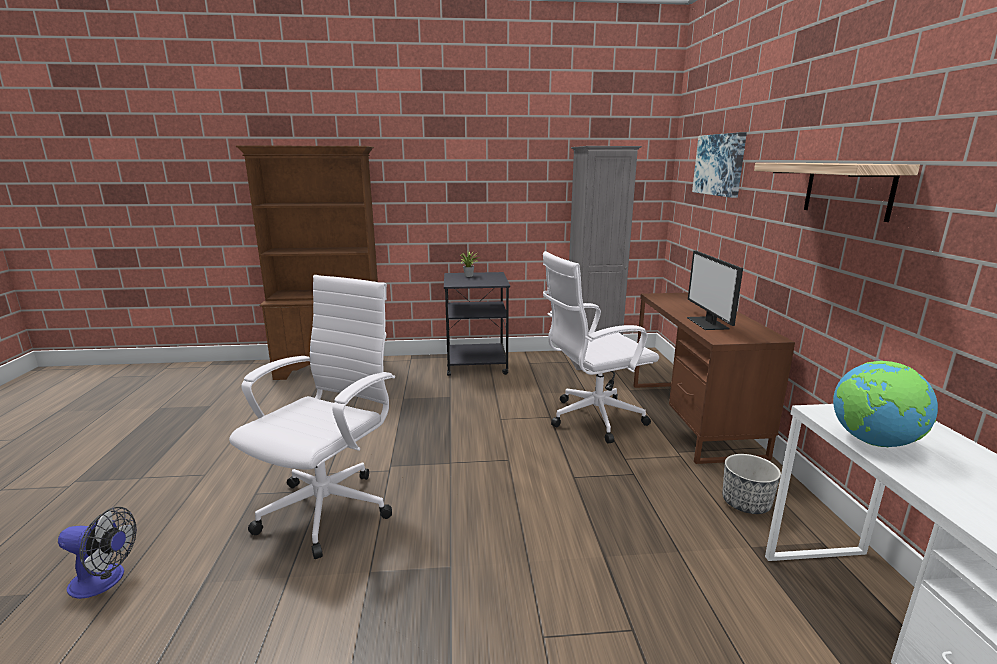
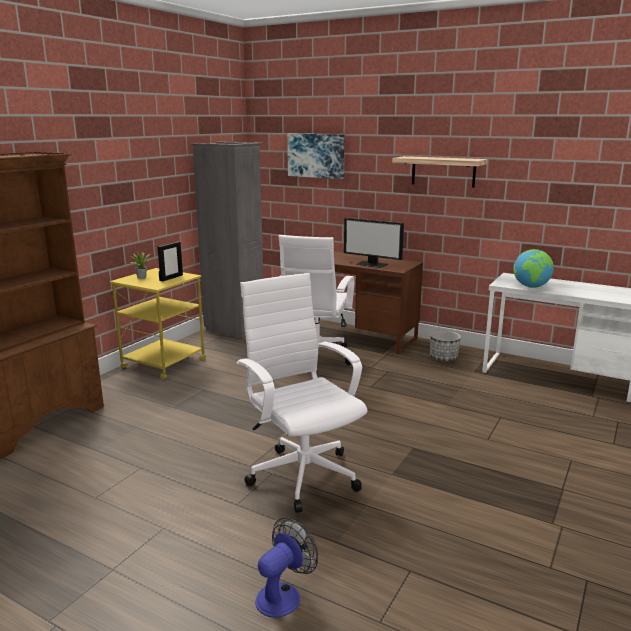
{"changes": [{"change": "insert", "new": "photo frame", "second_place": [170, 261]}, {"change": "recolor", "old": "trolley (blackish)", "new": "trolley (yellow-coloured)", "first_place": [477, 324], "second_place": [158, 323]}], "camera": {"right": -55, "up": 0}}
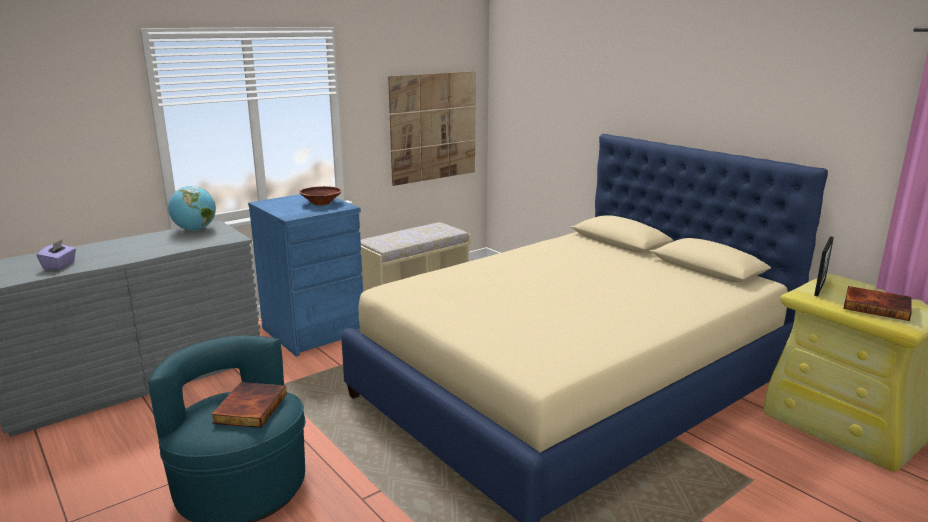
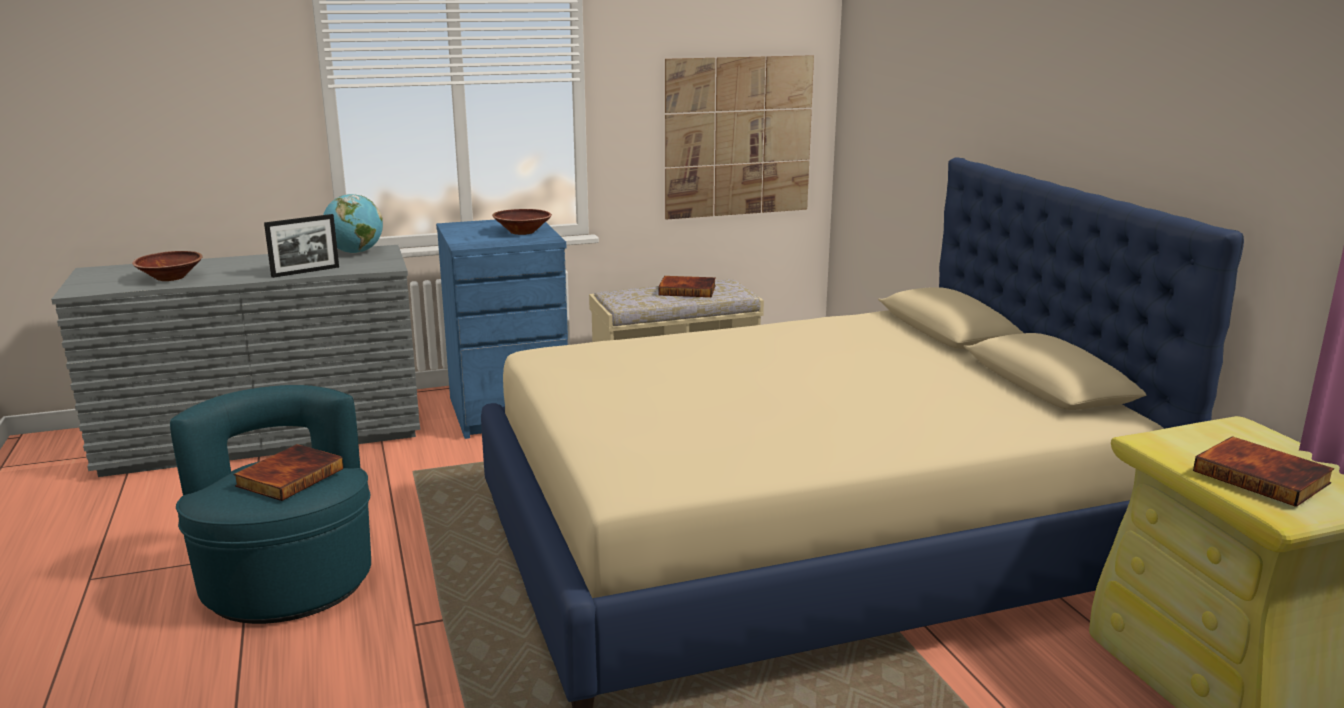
{"changes": [{"change": "insert", "new": "volume", "second_place": [687, 286]}, {"change": "move", "old": "photo frame", "first_place": [824, 266], "second_place": [301, 246]}, {"change": "replace", "old": "tissue box (purplish)", "new": "serving bowl (brownish)", "first_place": [56, 254], "second_place": [167, 266]}], "camera": {"right": 20, "up": 0}}
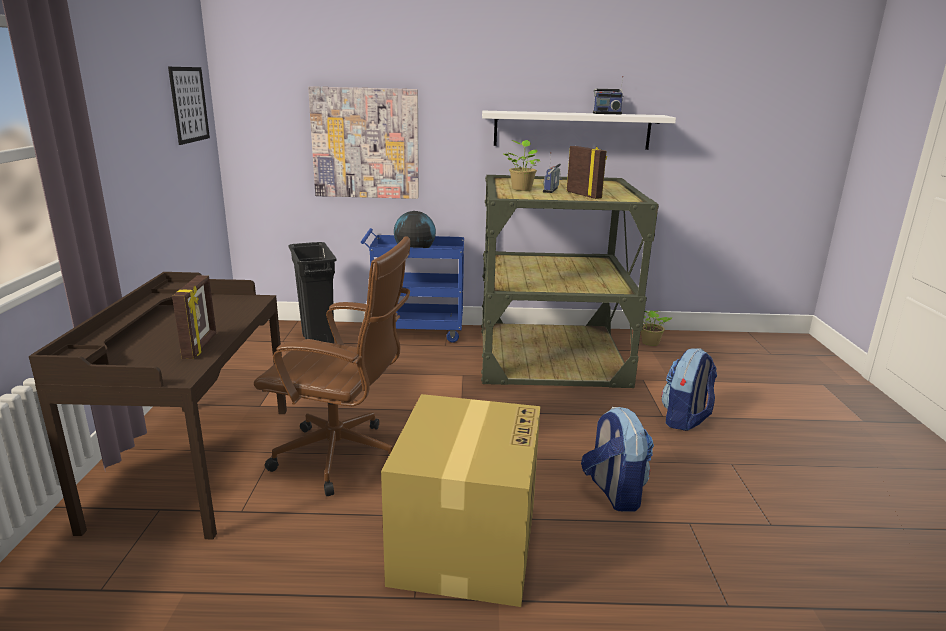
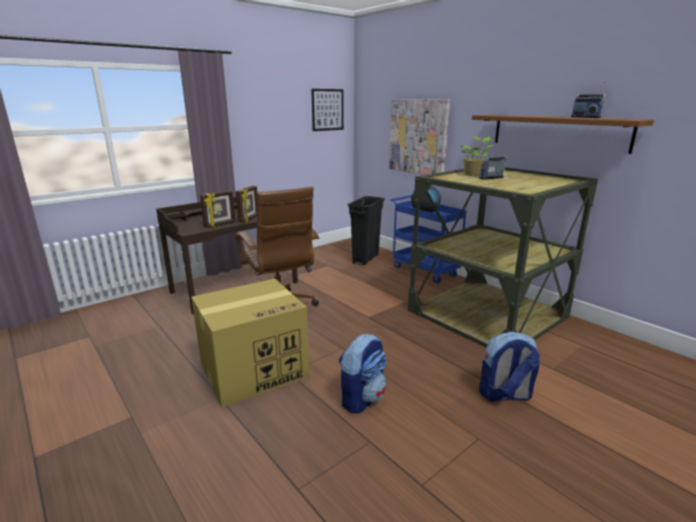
{"changes": [{"change": "delete", "old": "plant in a pot", "first_place": [656, 328]}, {"change": "move", "old": "photo frame", "first_place": [587, 172], "second_place": [246, 204]}, {"change": "recolor", "old": "wall shelf (whitish)", "new": "wall shelf (brownish)", "first_place": [579, 130], "second_place": [563, 134]}], "camera": {"right": 50, "up": 0}}
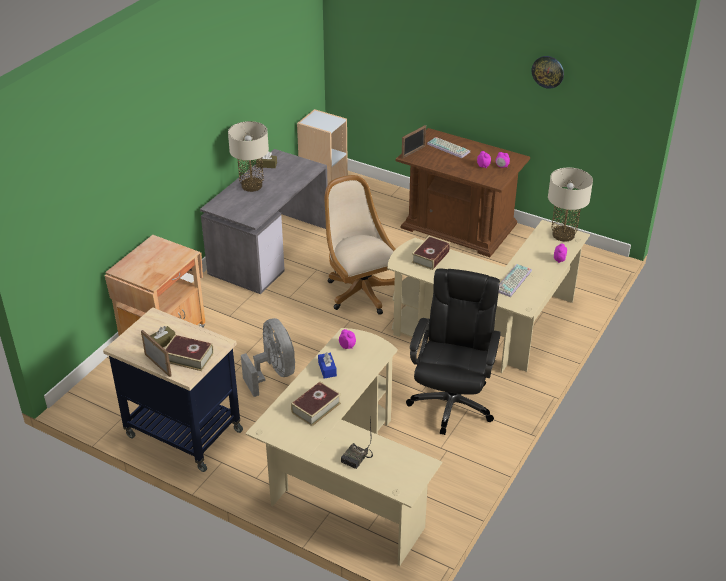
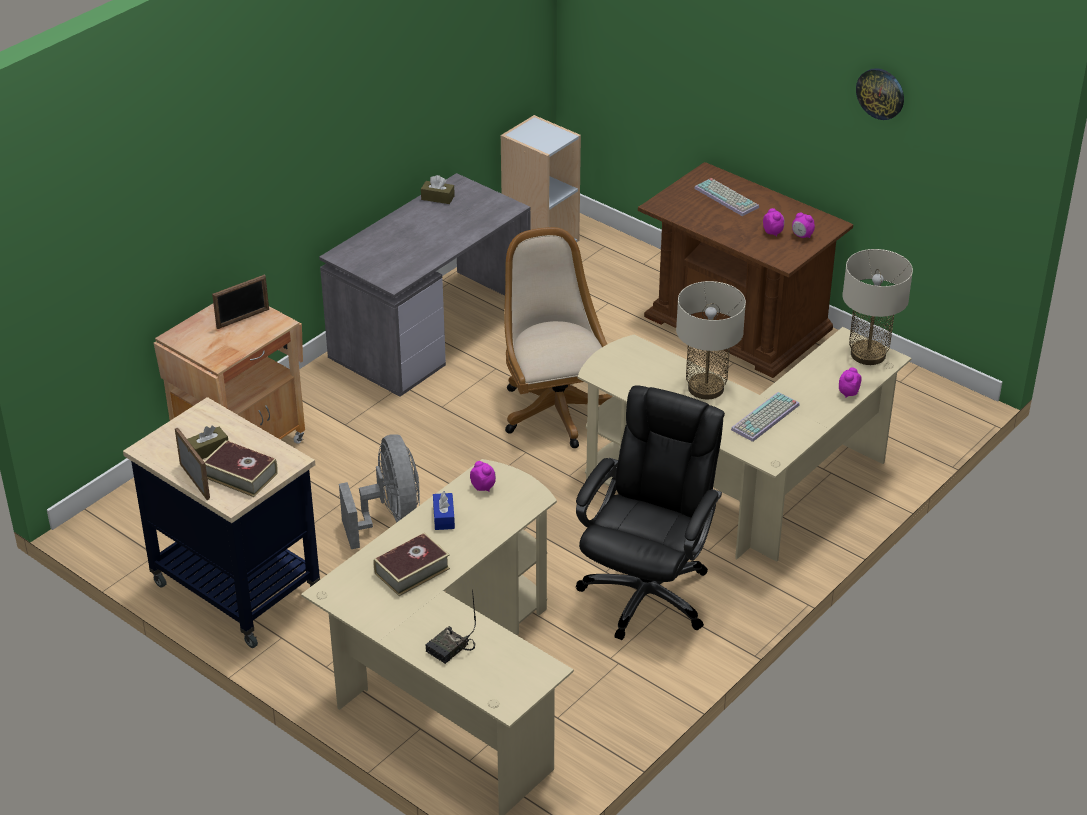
{"changes": [{"change": "delete", "old": "volume", "first_place": [431, 253]}, {"change": "move", "old": "lamp for a table", "first_place": [248, 156], "second_place": [711, 340]}, {"change": "move", "old": "photo frame", "first_place": [414, 142], "second_place": [240, 302]}], "camera": {"right": 10, "up": 0}}
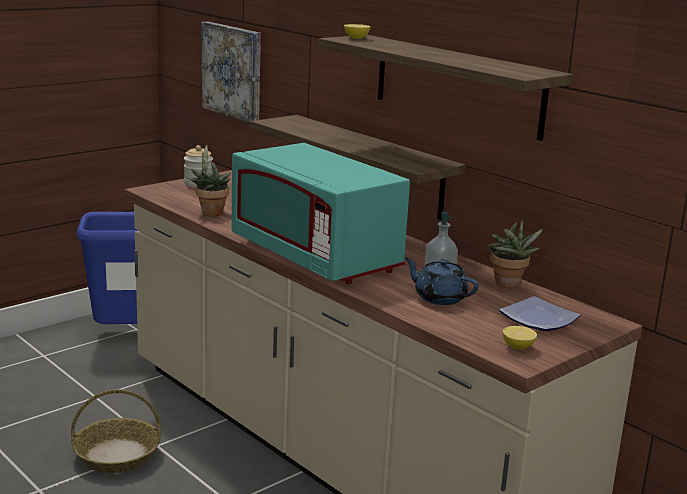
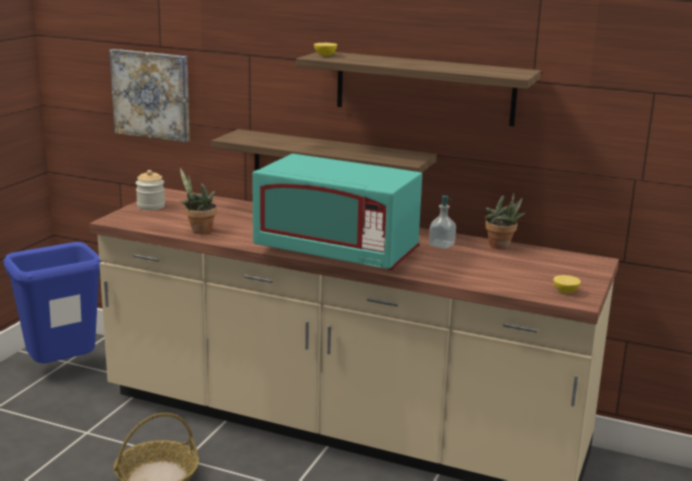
{"changes": [{"change": "delete", "old": "teapot (blue-coloured)", "first_place": [441, 281]}, {"change": "delete", "old": "plate", "first_place": [539, 313]}], "camera": {"right": -25, "up": 0}}
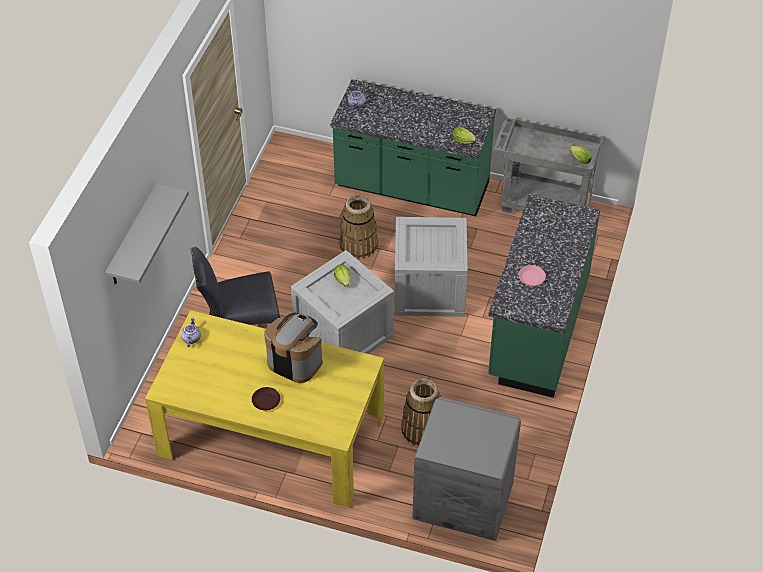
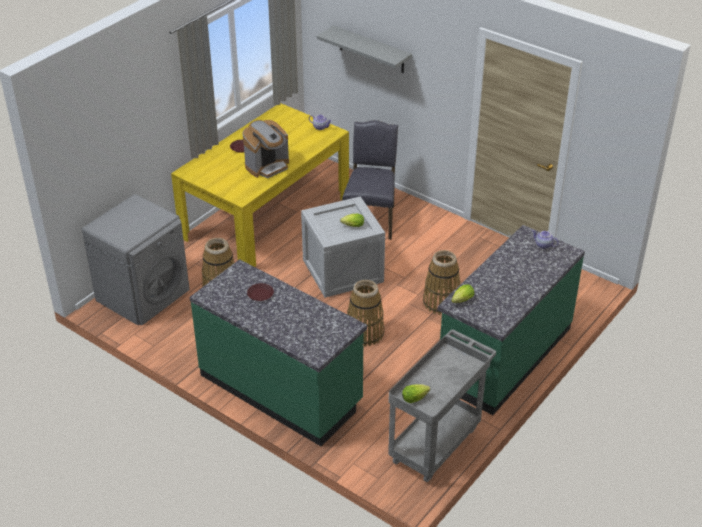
{"changes": [{"change": "replace", "old": "crate", "new": "household basket", "first_place": [431, 267], "second_place": [366, 313]}, {"change": "recolor", "old": "plate (pink-coloured)", "new": "plate (brownish)", "first_place": [532, 275], "second_place": [260, 292]}], "camera": {"right": 110, "up": -10}}
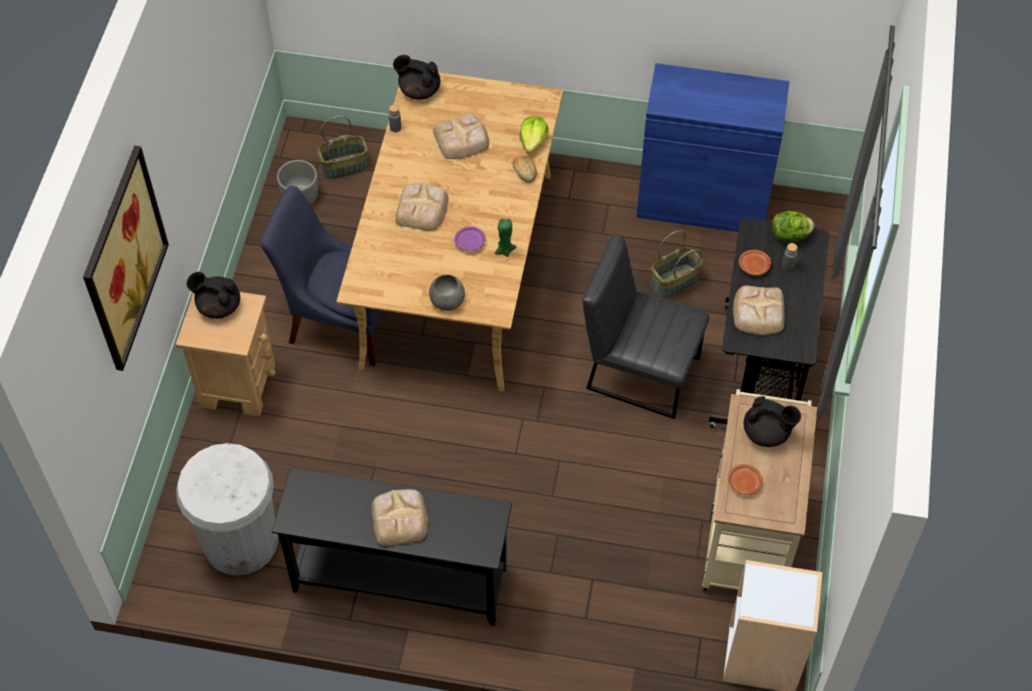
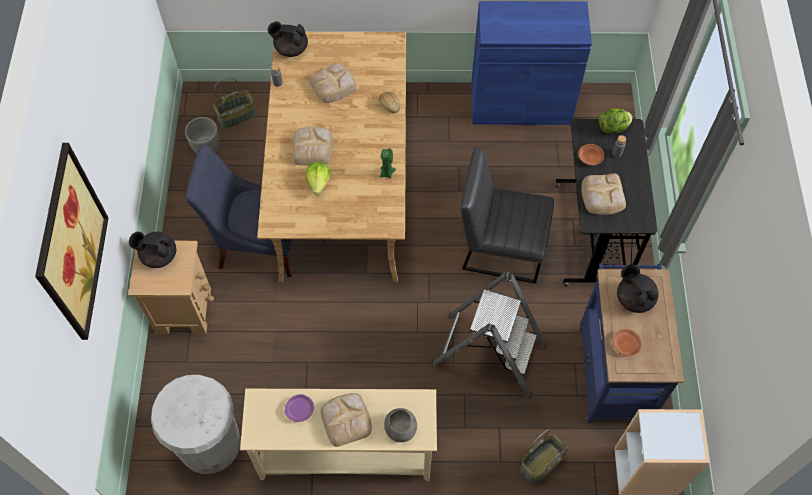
{"changes": [{"change": "insert", "new": "stepladder (grey)", "second_place": [489, 334]}, {"change": "move", "old": "serving bowl (grey)", "first_place": [447, 293], "second_place": [400, 425]}, {"change": "move", "old": "plate (purplish)", "first_place": [470, 238], "second_place": [299, 408]}, {"change": "move", "old": "lettuce", "first_place": [534, 134], "second_place": [318, 178]}, {"change": "move", "old": "household basket", "first_place": [677, 264], "second_place": [544, 456]}, {"change": "recolor", "old": "console table (blackish)", "new": "console table (sand-coloured)", "first_place": [392, 546], "second_place": [338, 435]}, {"change": "recolor", "old": "trolley (sand-coloured)", "new": "trolley (blue-coloured)", "first_place": [759, 490], "second_place": [631, 343]}, {"change": "rotate", "old": "teapot (blackish)", "first_place": [772, 421], "second_place": [638, 289], "degrees": -135}], "camera": {"right": -10, "up": 5}}
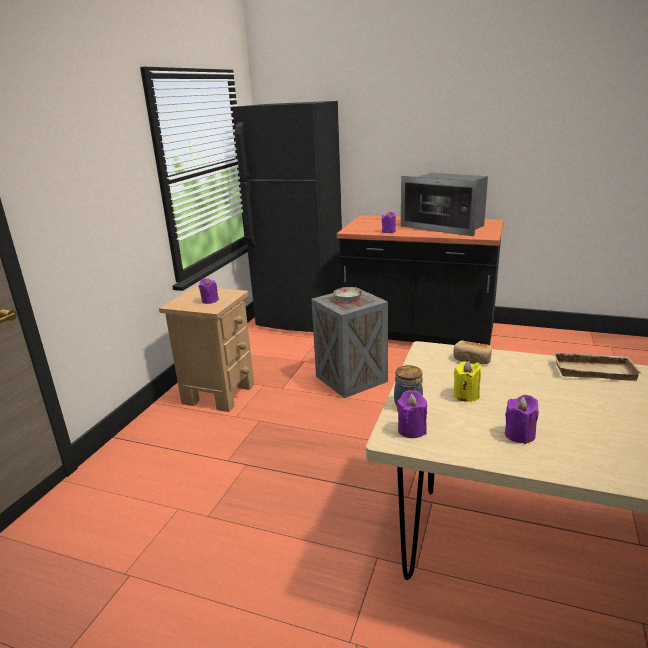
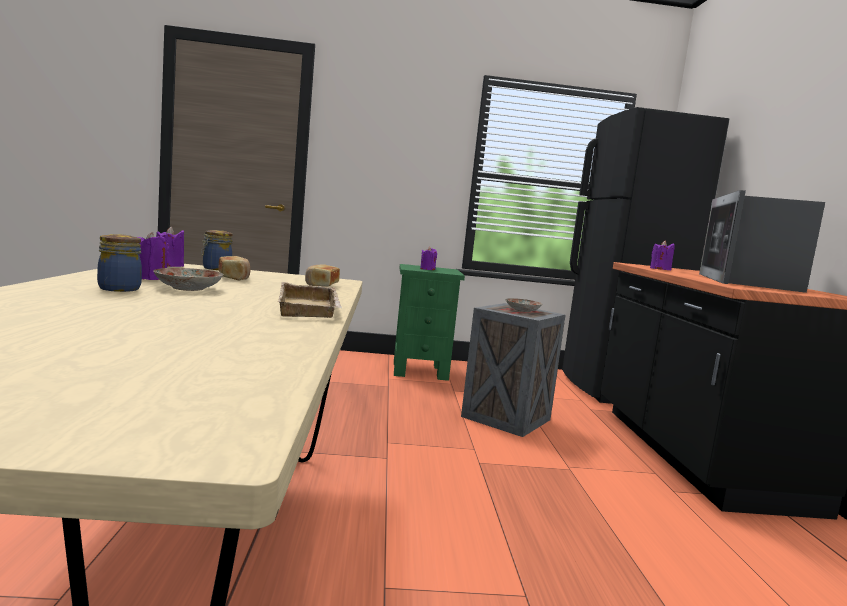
{"changes": [{"change": "insert", "new": "storage jar", "second_place": [119, 263]}, {"change": "insert", "new": "plate", "second_place": [188, 279]}, {"change": "replace", "old": "candle (yellow-coloured)", "new": "baked bread", "first_place": [467, 381], "second_place": [234, 268]}, {"change": "recolor", "old": "bedside table (sand-coloured)", "new": "bedside table (greenish)", "first_place": [206, 349], "second_place": [429, 322]}], "camera": {"right": 65, "up": -15}}
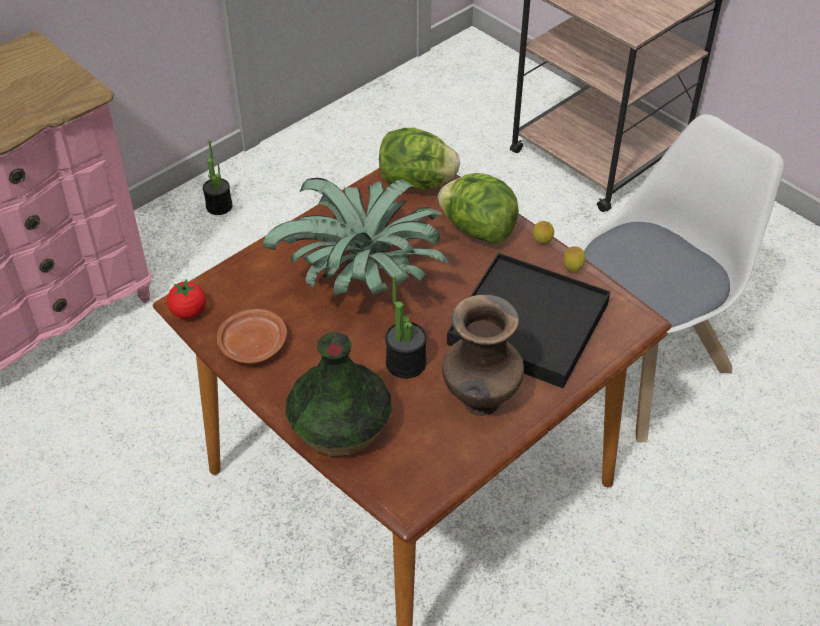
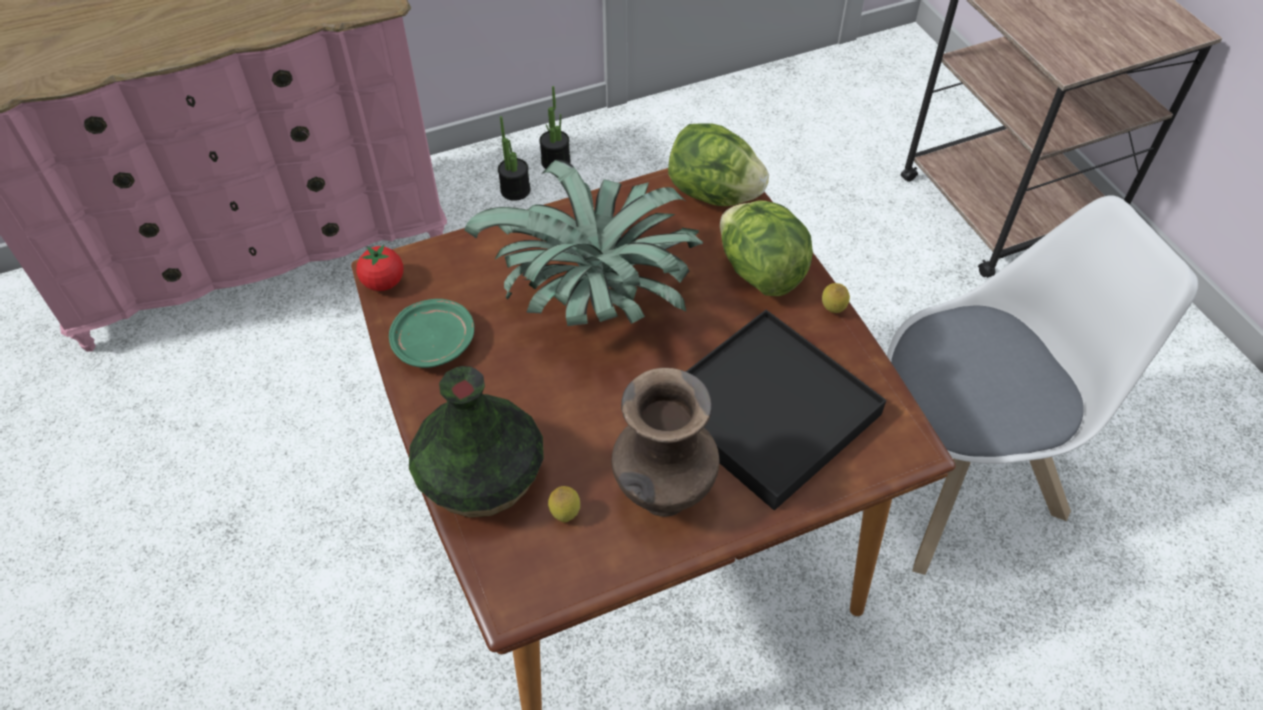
{"changes": [{"change": "move", "old": "plant in a pot", "first_place": [406, 326], "second_place": [514, 158]}, {"change": "move", "old": "citrus fruit", "first_place": [574, 259], "second_place": [564, 504]}, {"change": "recolor", "old": "plate (brownish)", "new": "plate (greenish)", "first_place": [252, 336], "second_place": [431, 333]}], "camera": {"right": 20, "up": 5}}
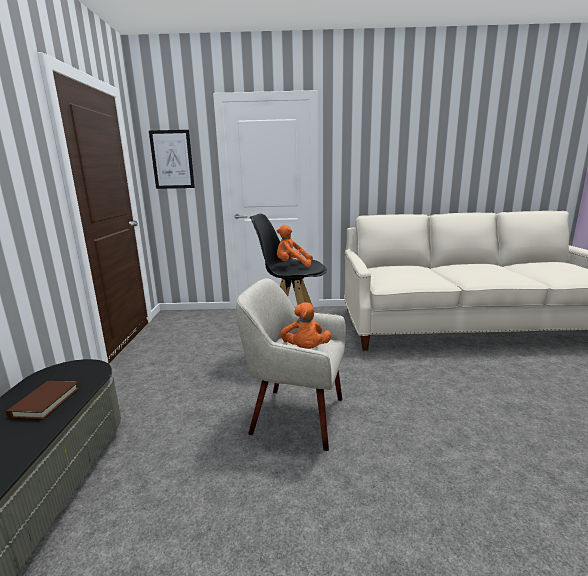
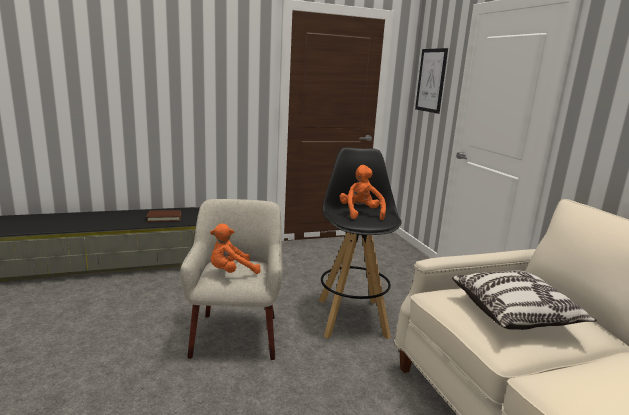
{"changes": [{"change": "insert", "new": "pillow", "second_place": [524, 300]}], "camera": {"right": 70, "up": 0}}
